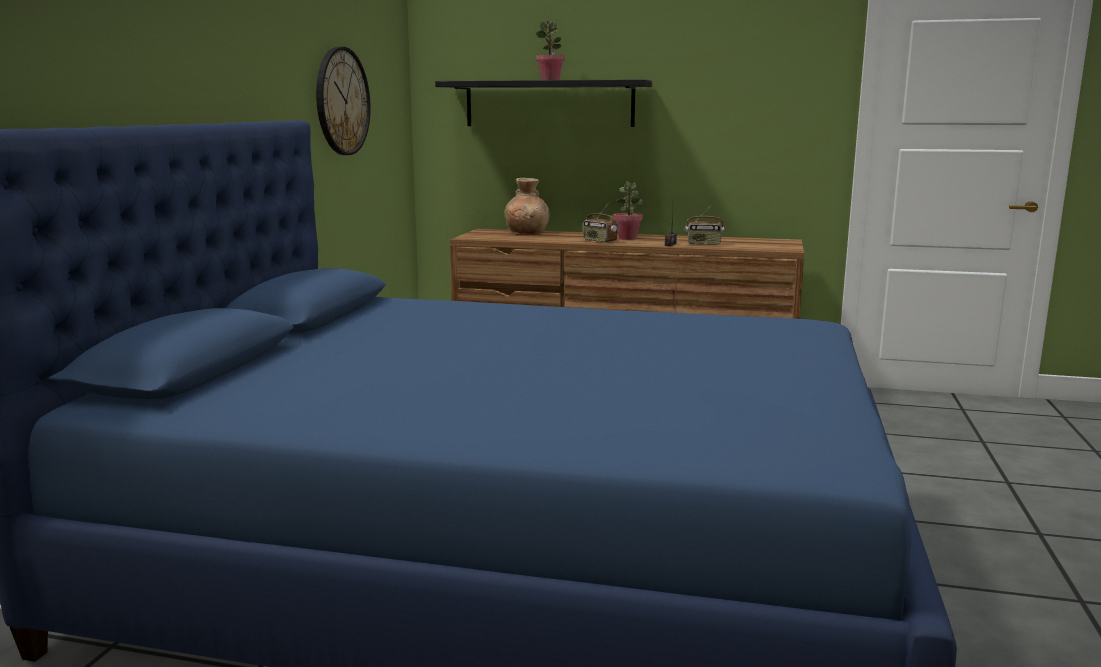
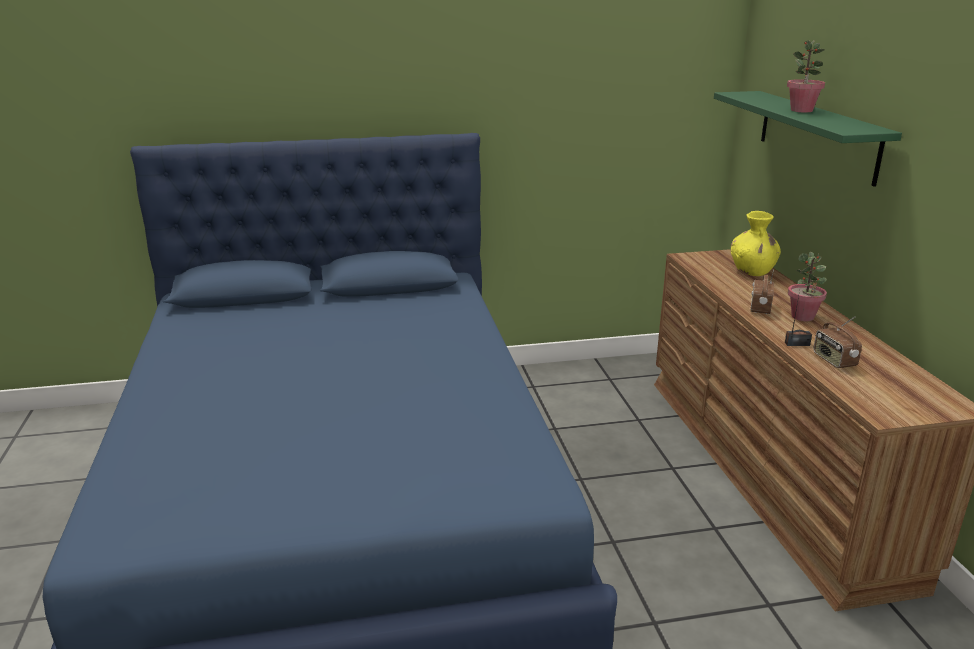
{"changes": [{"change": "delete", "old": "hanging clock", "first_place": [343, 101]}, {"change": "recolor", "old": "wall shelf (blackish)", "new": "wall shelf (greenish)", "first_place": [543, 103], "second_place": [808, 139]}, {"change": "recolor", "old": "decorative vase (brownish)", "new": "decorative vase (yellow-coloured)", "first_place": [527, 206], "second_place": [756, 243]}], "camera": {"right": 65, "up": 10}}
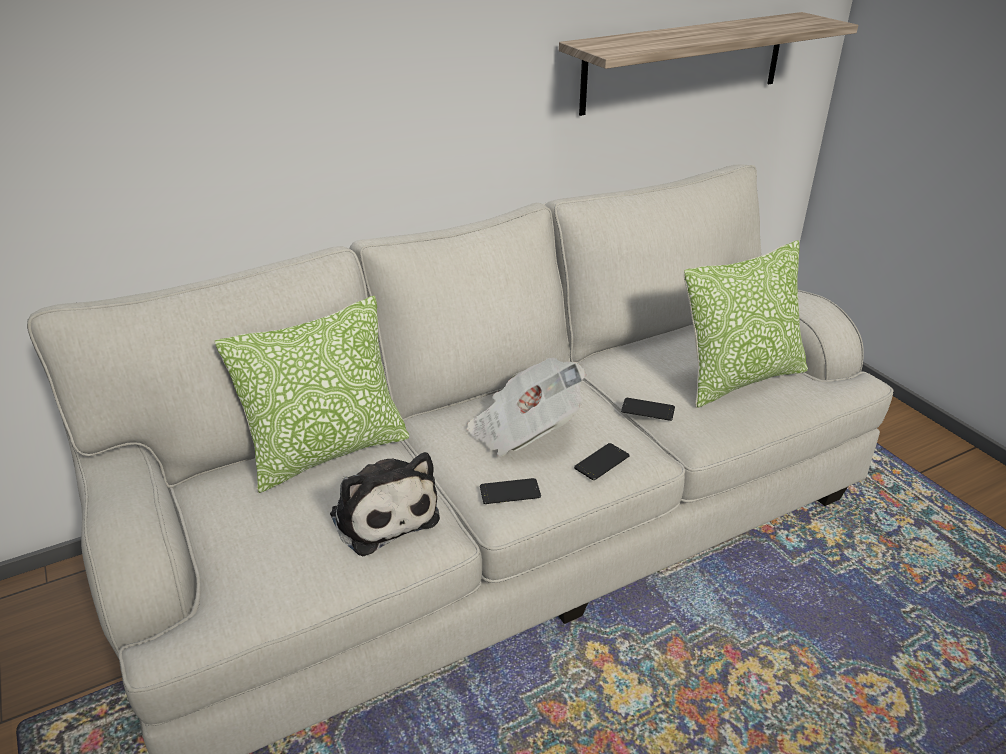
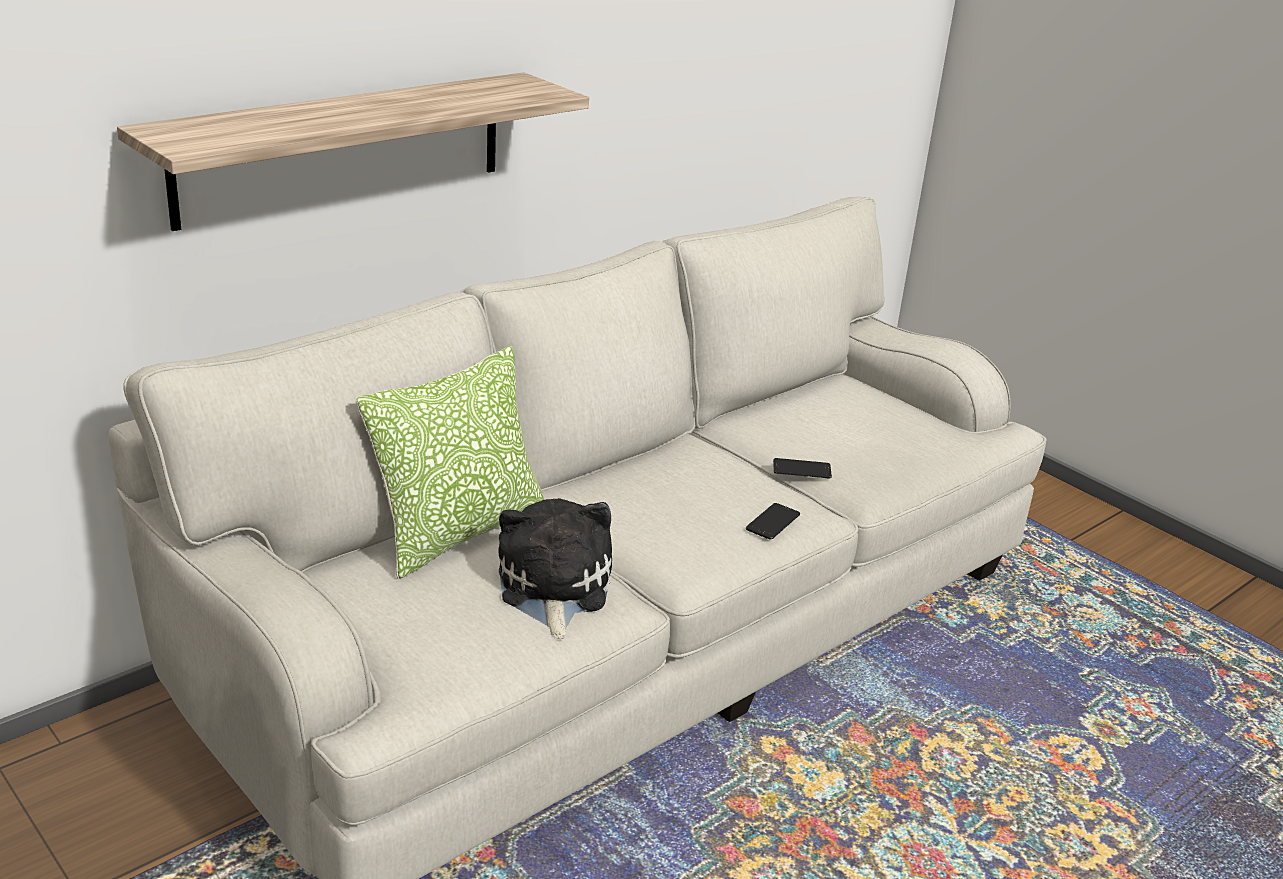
{"changes": [{"change": "delete", "old": "newspaper", "first_place": [526, 407]}, {"change": "delete", "old": "telephone", "first_place": [510, 491]}, {"change": "delete", "old": "pillow", "first_place": [746, 324]}, {"change": "move", "old": "wall shelf", "first_place": [708, 64], "second_place": [353, 151]}, {"change": "rotate", "old": "soft toy", "first_place": [385, 504], "second_place": [555, 568], "degrees": -135}], "camera": {"right": -15, "up": -5}}
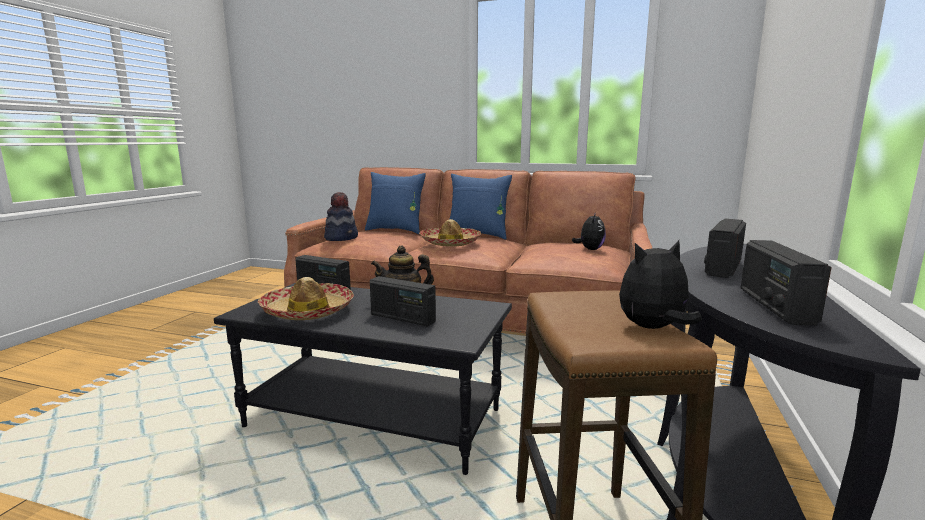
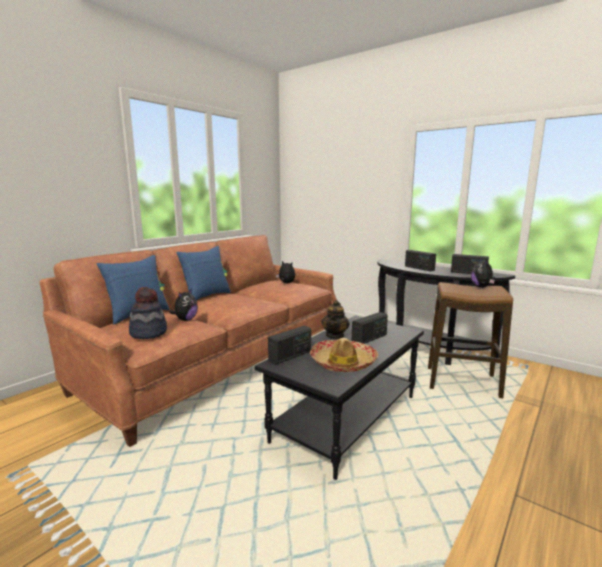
{"changes": [{"change": "delete", "old": "hat", "first_place": [450, 233]}, {"change": "insert", "new": "soft toy", "second_place": [183, 304]}], "camera": {"right": -70, "up": 0}}
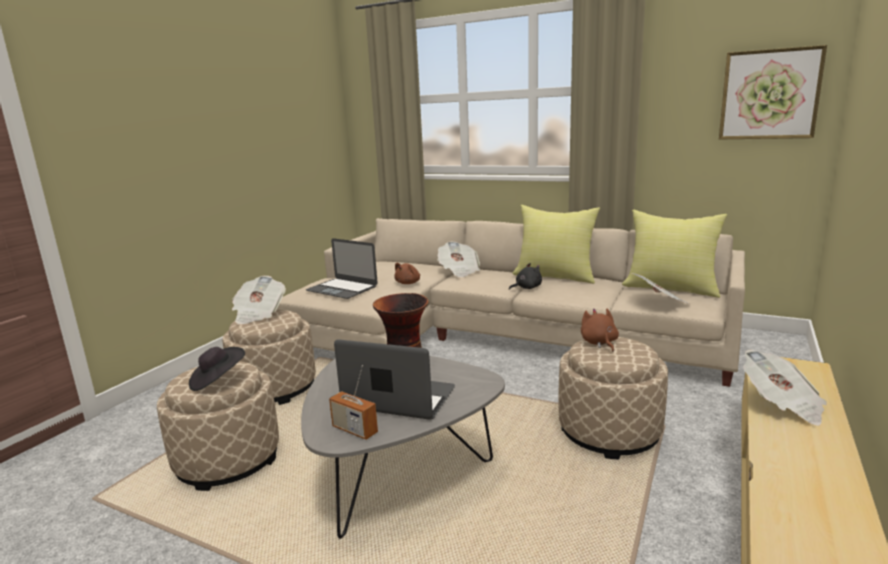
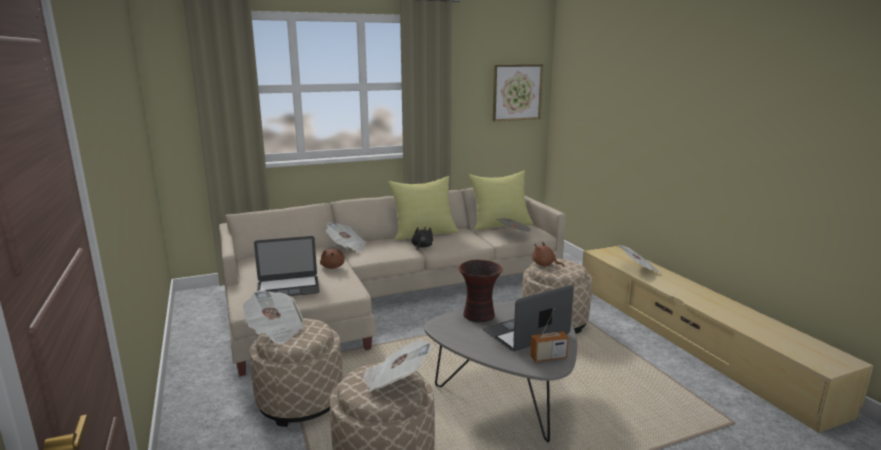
{"changes": [{"change": "replace", "old": "hat (blackish)", "new": "newspaper", "first_place": [217, 369], "second_place": [397, 365]}], "camera": {"right": -50, "up": 0}}
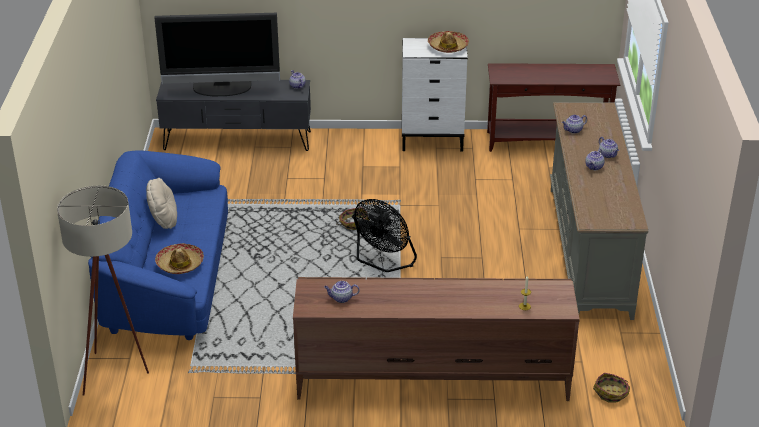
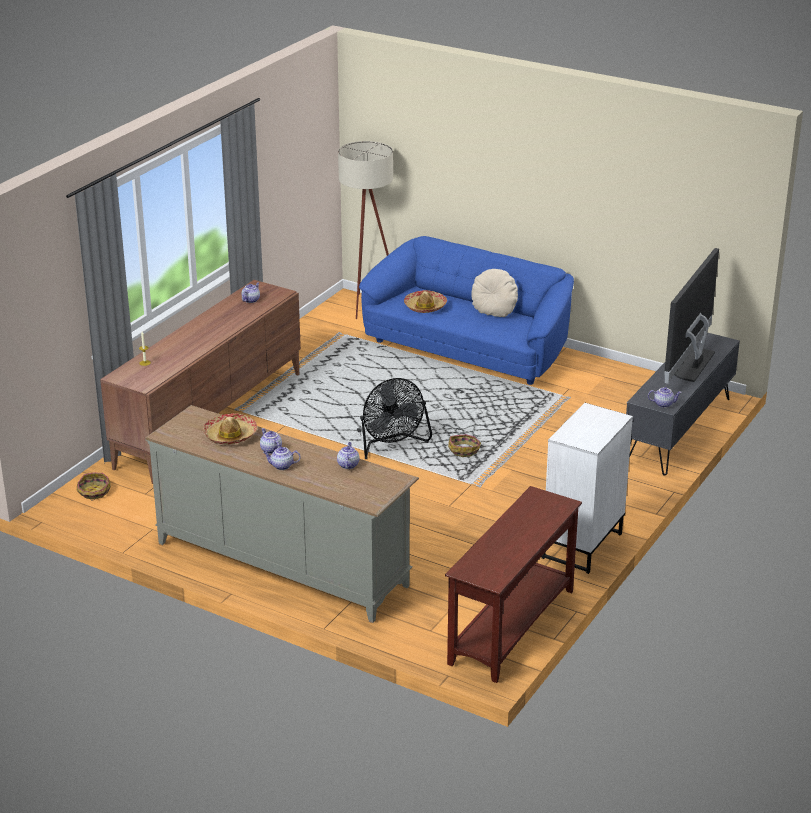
{"changes": [{"change": "move", "old": "hat", "first_place": [448, 42], "second_place": [230, 428]}], "camera": {"right": 120, "up": -5}}
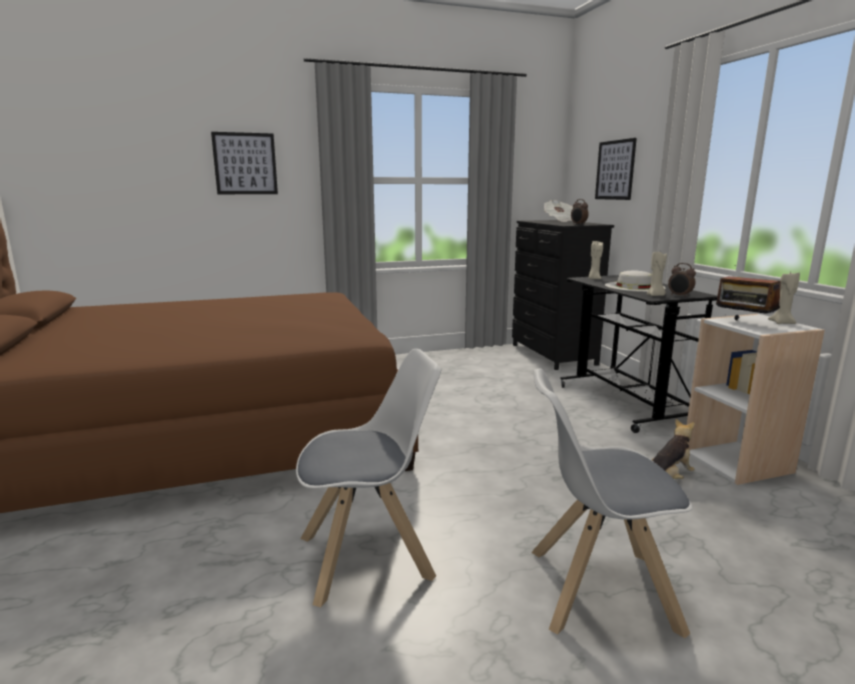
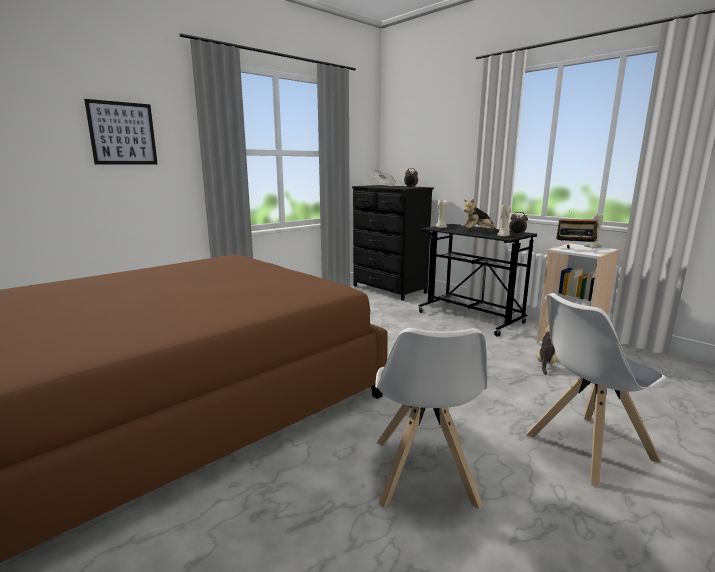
{"changes": [{"change": "delete", "old": "wall art", "first_place": [616, 169]}, {"change": "replace", "old": "hat (whitish)", "new": "soft toy", "first_place": [635, 281], "second_place": [479, 214]}, {"change": "rotate", "old": "chair", "first_place": [369, 478], "second_place": [431, 419], "degrees": 135}], "camera": {"right": -25, "up": 0}}
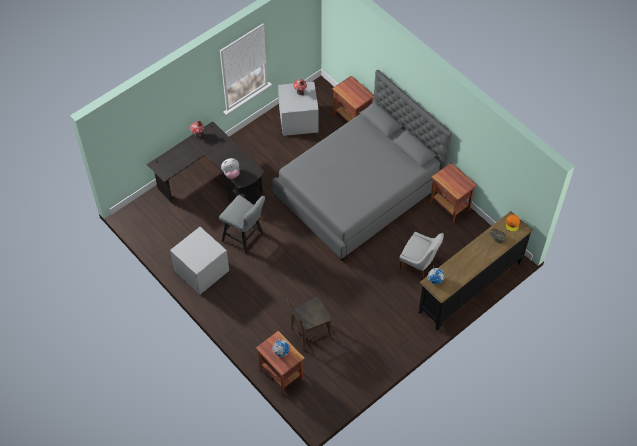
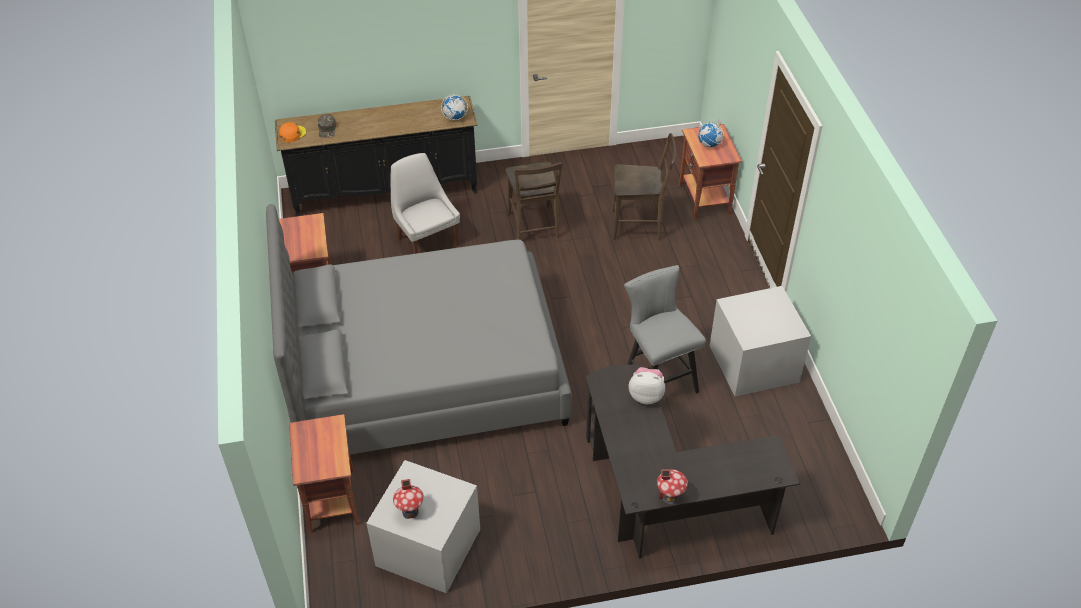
{"changes": [{"change": "insert", "new": "chair (brownish)", "second_place": [534, 201]}], "camera": {"right": -150, "up": -10}}
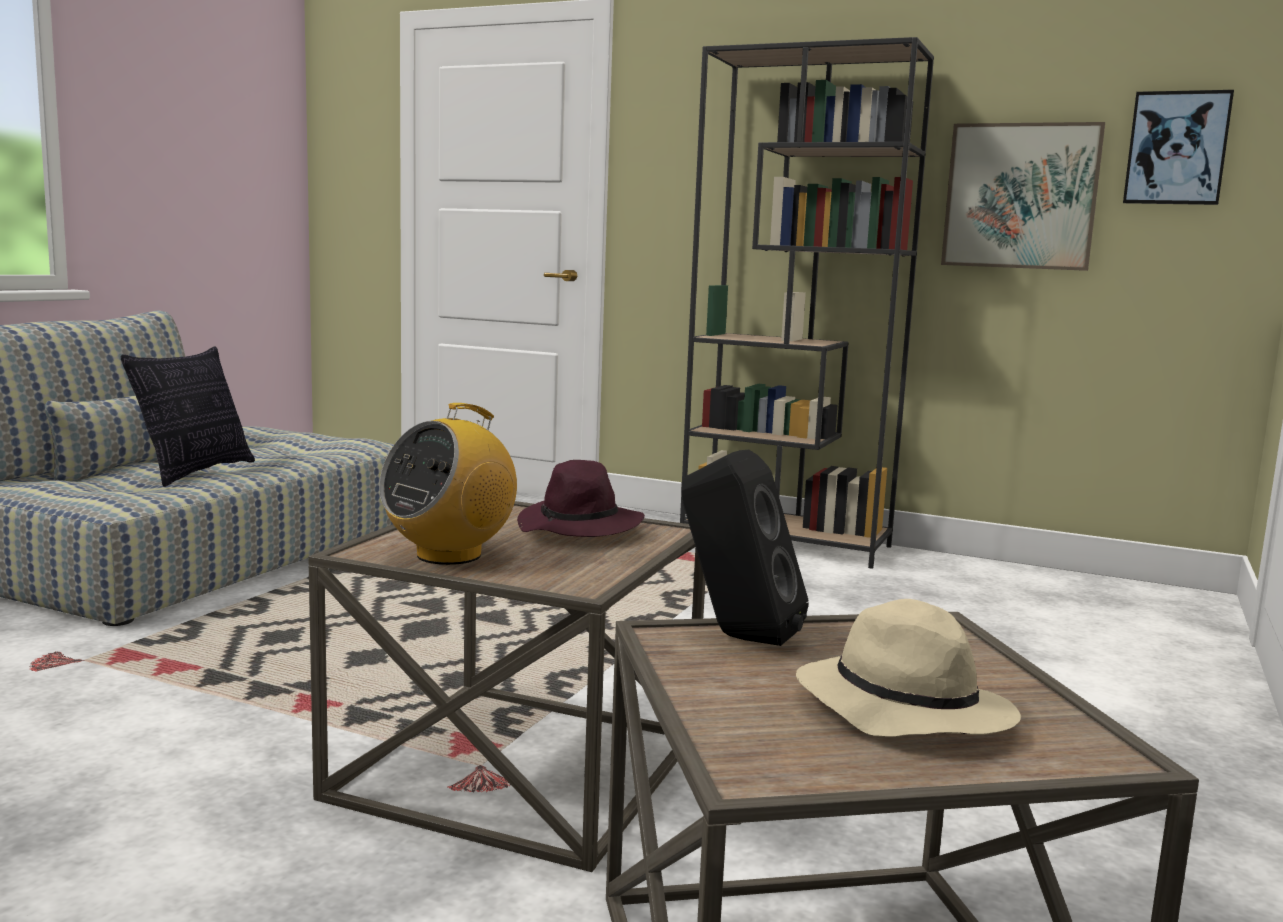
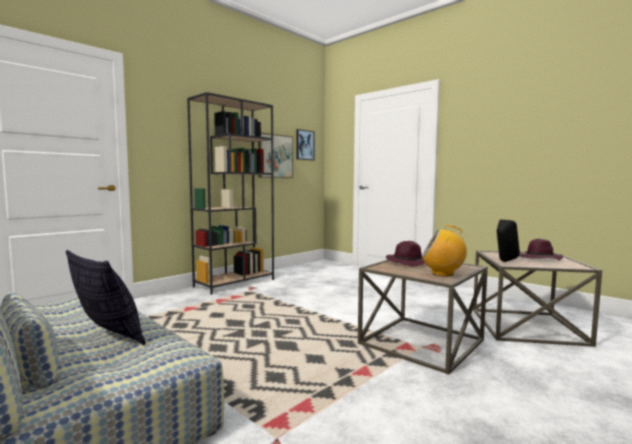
{"changes": [{"change": "recolor", "old": "hat (sand-coloured)", "new": "hat (purplish)", "first_place": [908, 668], "second_place": [541, 249]}, {"change": "rotate", "old": "radio set", "first_place": [448, 484], "second_place": [444, 250], "degrees": 135}], "camera": {"right": -70, "up": -5}}
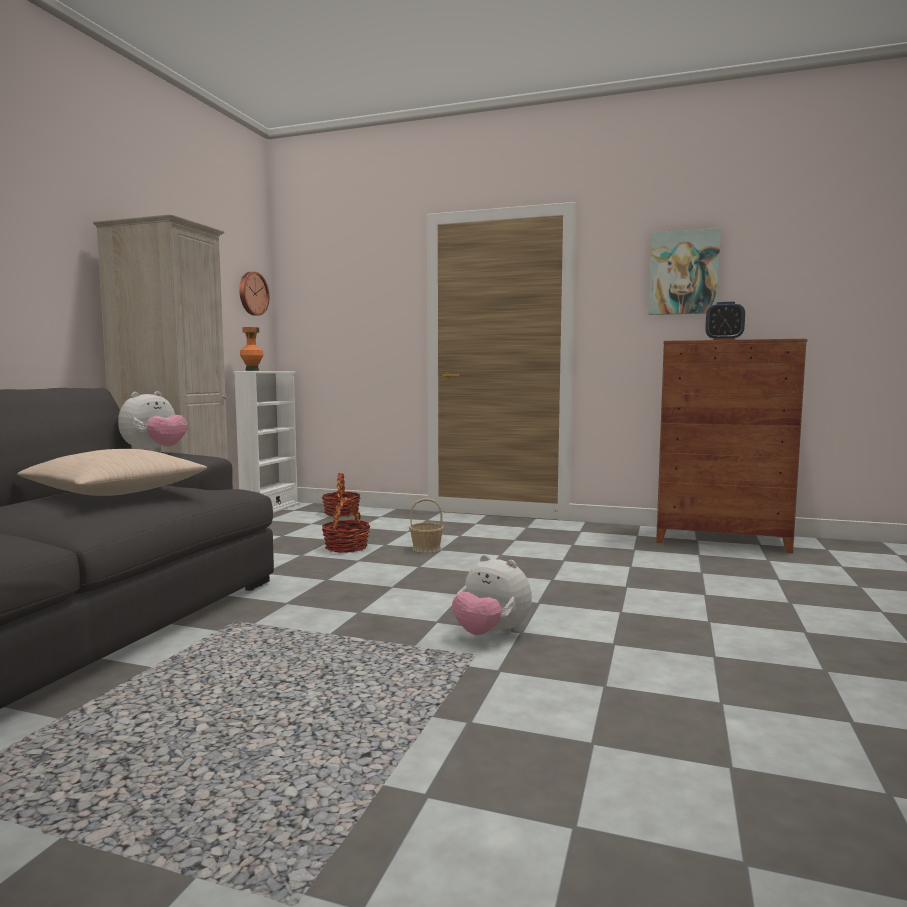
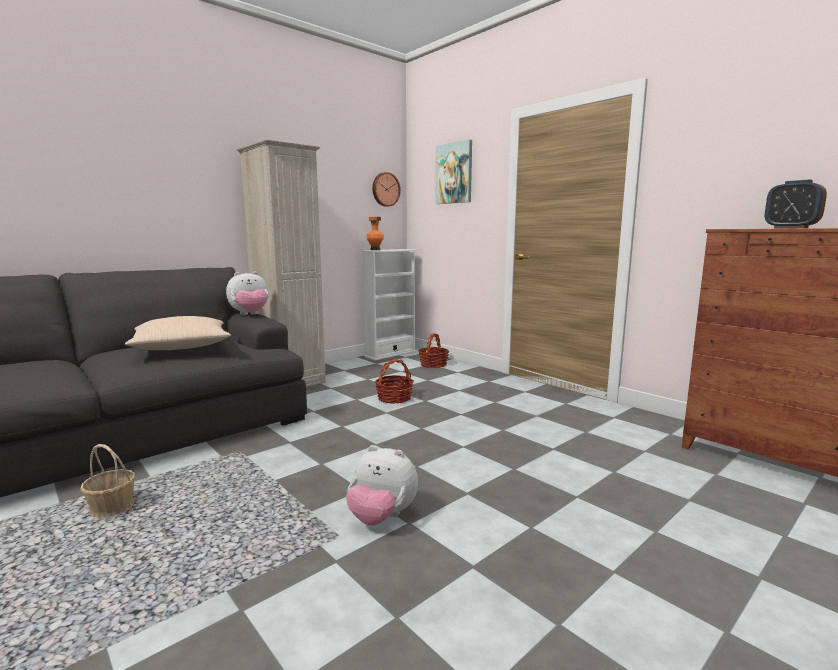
{"changes": [{"change": "move", "old": "household basket", "first_place": [426, 525], "second_place": [108, 481]}, {"change": "move", "old": "wall art", "first_place": [684, 271], "second_place": [454, 171]}, {"change": "rotate", "old": "soft toy", "first_place": [492, 595], "second_place": [382, 485], "degrees": -45}], "camera": {"right": 30, "up": 5}}
